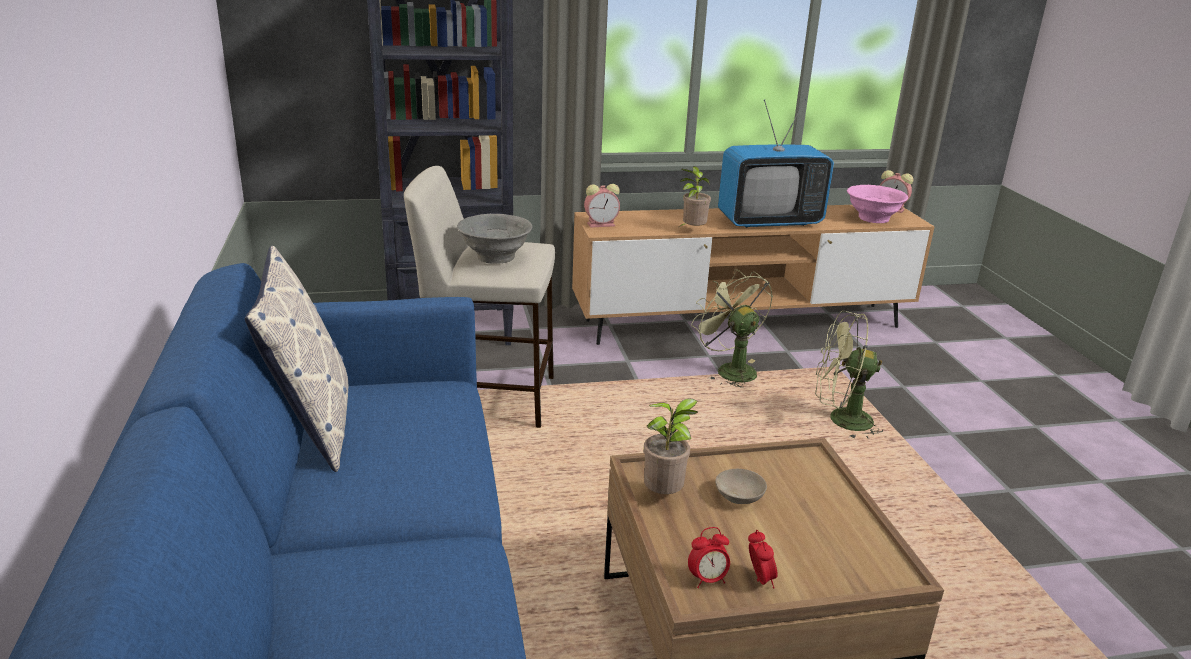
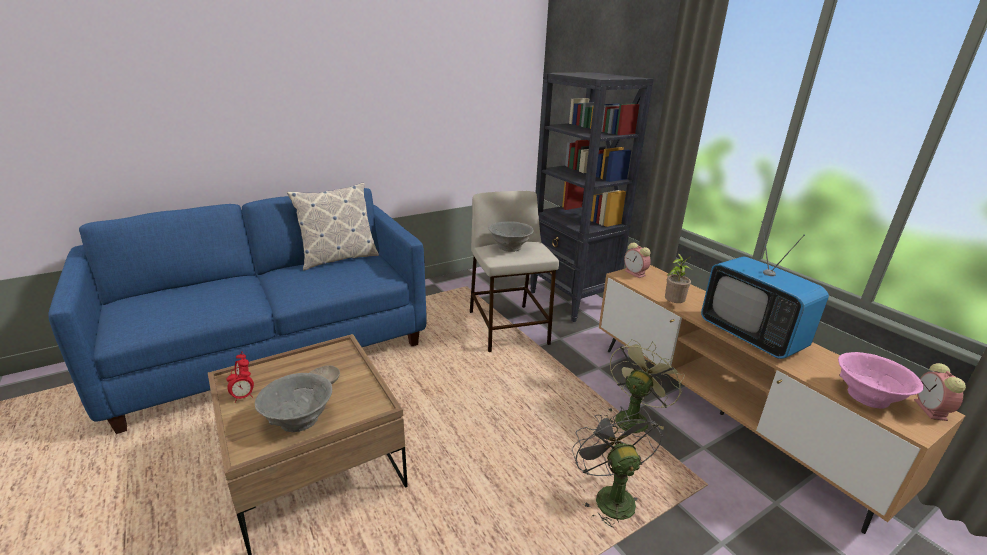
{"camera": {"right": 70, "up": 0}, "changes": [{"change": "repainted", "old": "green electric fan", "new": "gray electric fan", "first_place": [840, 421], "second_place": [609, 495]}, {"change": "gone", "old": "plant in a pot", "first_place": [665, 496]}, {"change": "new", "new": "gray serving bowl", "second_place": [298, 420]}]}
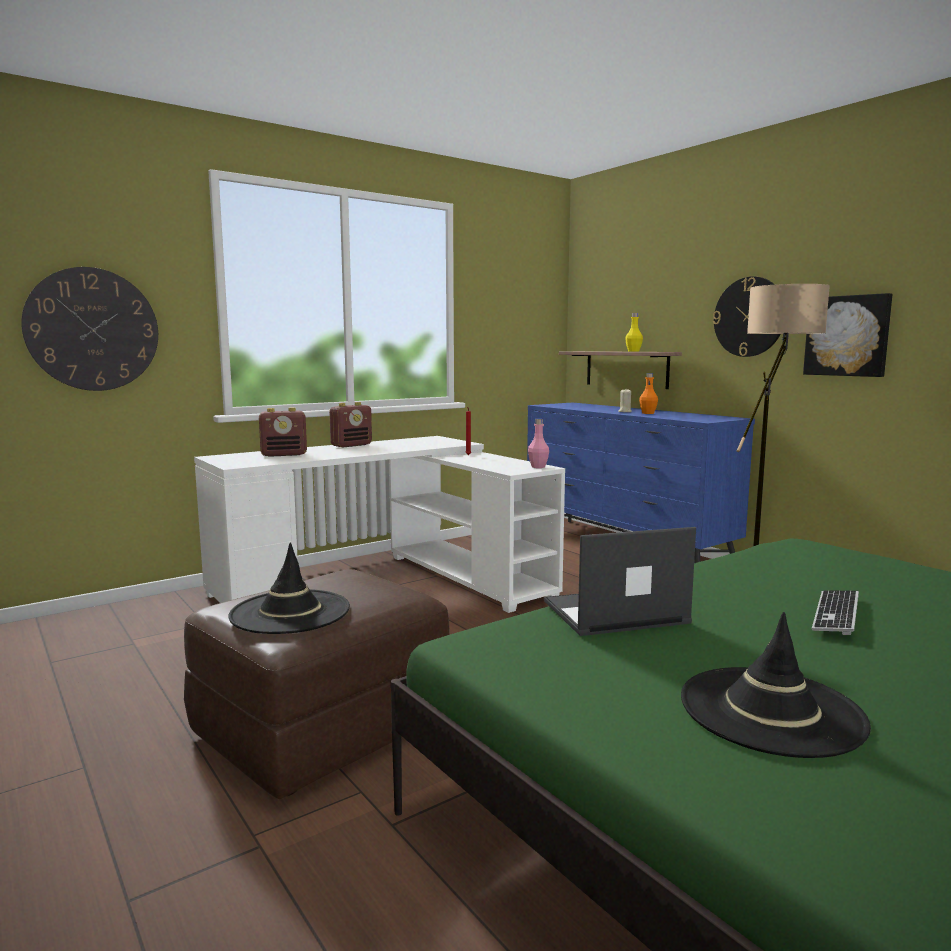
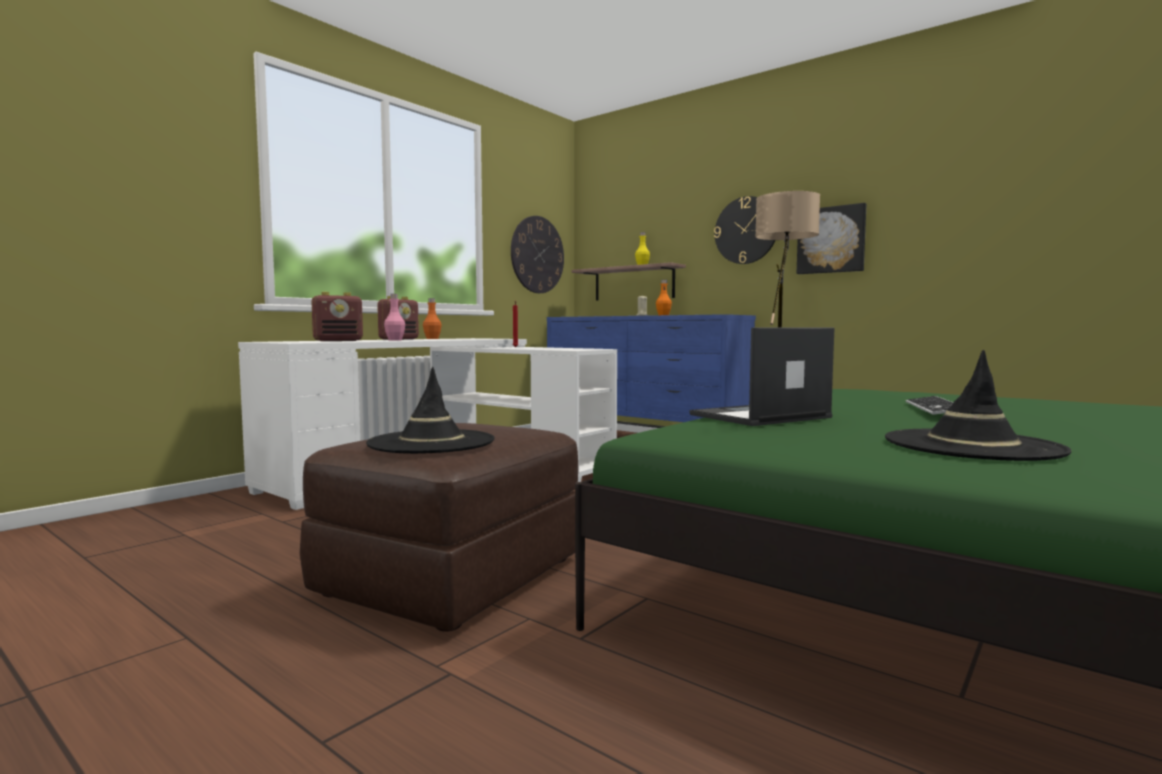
{"camera": {"right": -15, "up": -5}, "changes": [{"change": "shifted", "old": "hanging clock", "first_place": [92, 329], "second_place": [537, 255]}, {"change": "shifted", "old": "pink-coloured beverage bottle", "first_place": [538, 467], "second_place": [395, 340]}, {"change": "new", "new": "orangey beverage bottle", "second_place": [432, 338]}]}
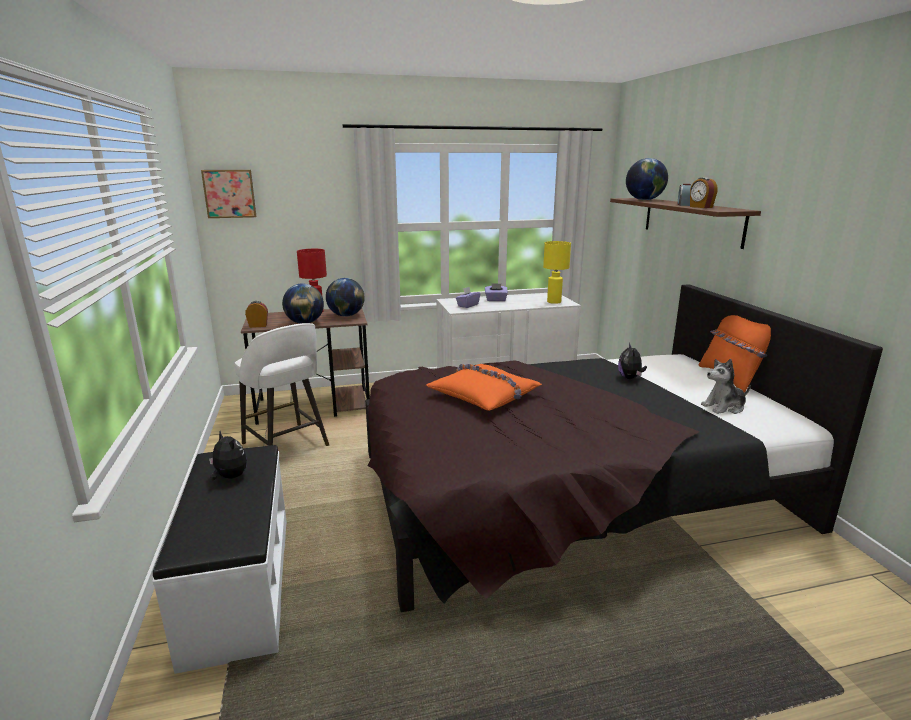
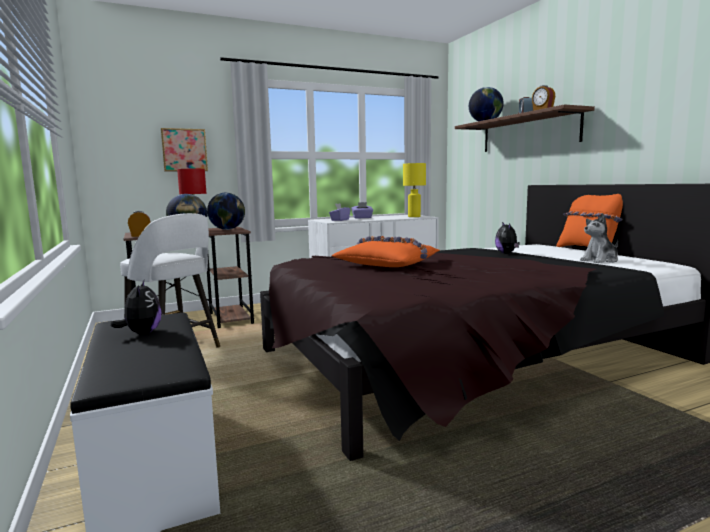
{"camera": {"right": -10, "up": -10}, "changes": [{"change": "shifted", "old": "wall art", "first_place": [229, 193], "second_place": [184, 150]}, {"change": "rotated", "old": "cuddly toy", "first_place": [229, 477], "second_place": [142, 333], "degrees": 45}]}
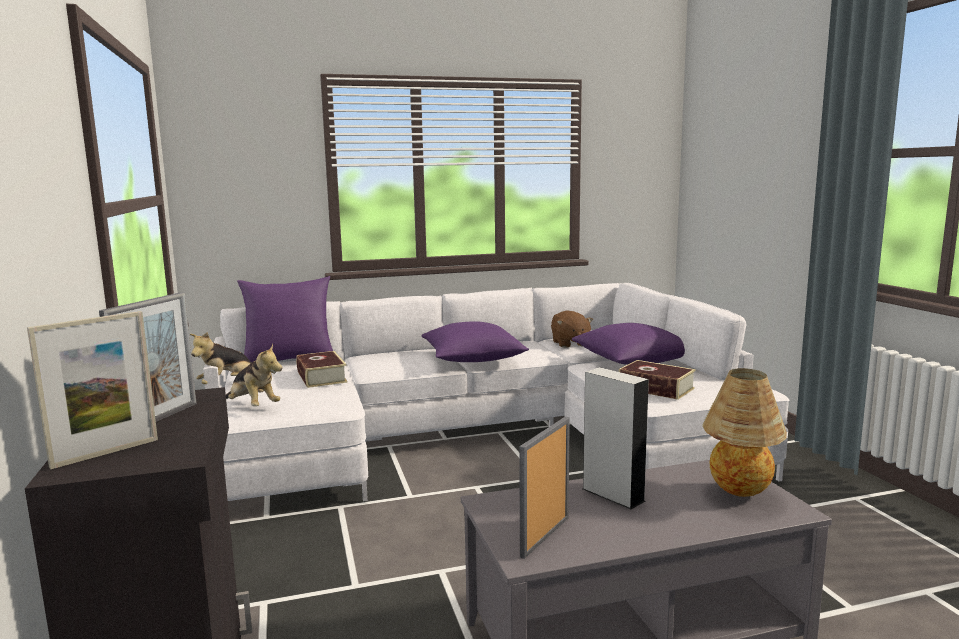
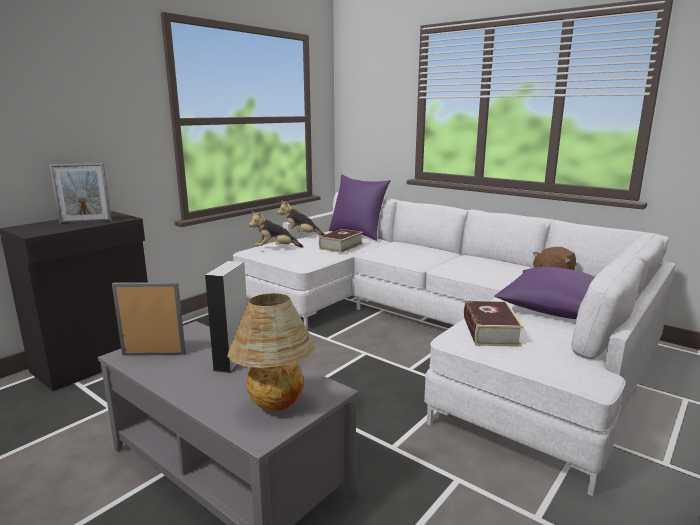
{"camera": {"right": 55, "up": 5}, "changes": [{"change": "gone", "old": "photo frame", "first_place": [106, 453]}, {"change": "gone", "old": "purple throw pillow", "first_place": [472, 358]}, {"change": "rotated", "old": "cuddly toy", "first_place": [253, 406], "second_place": [275, 249], "degrees": 75}]}
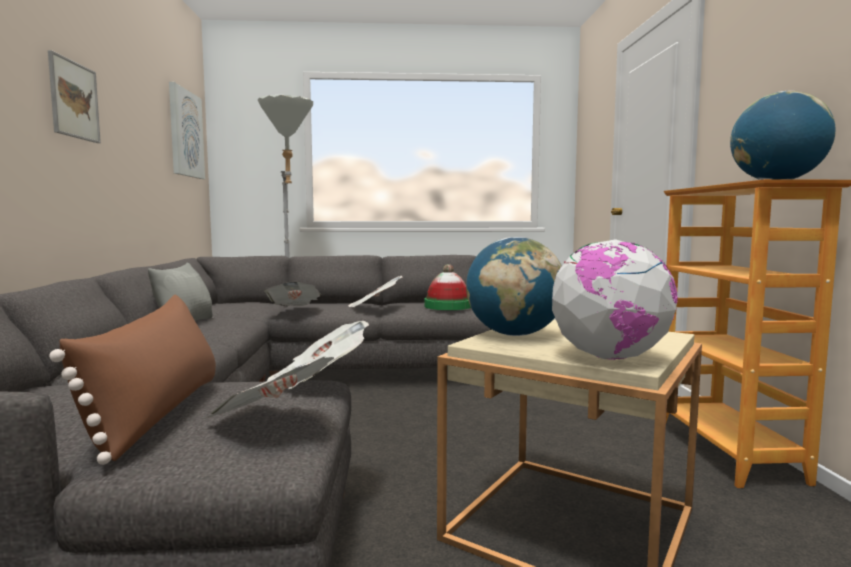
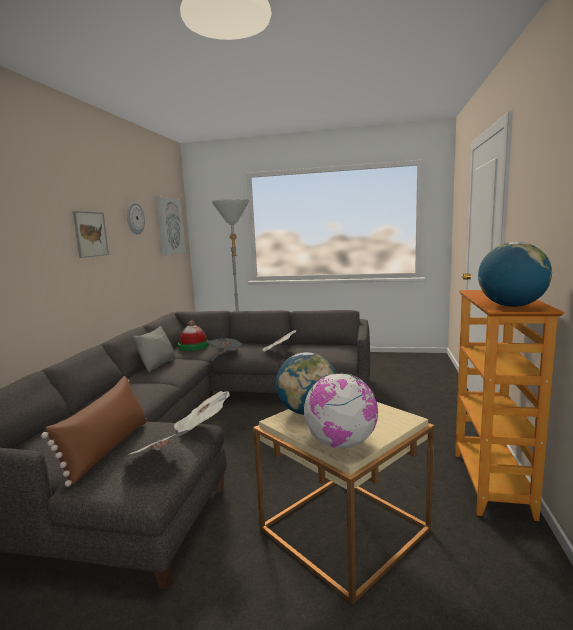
{"camera": {"right": 15, "up": 5}, "changes": [{"change": "shifted", "old": "clothing hat", "first_place": [448, 306], "second_place": [193, 346]}, {"change": "new", "new": "hanging clock", "second_place": [135, 218]}]}
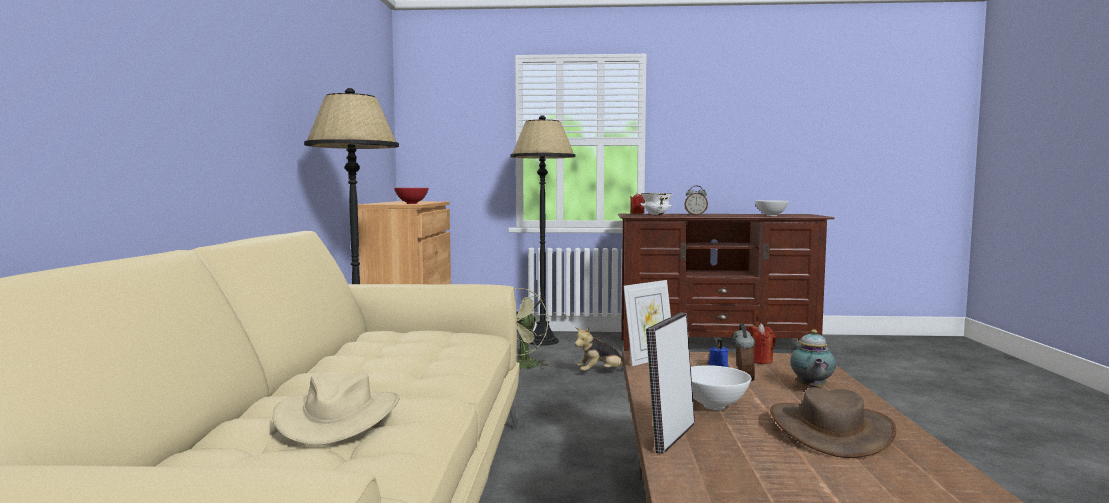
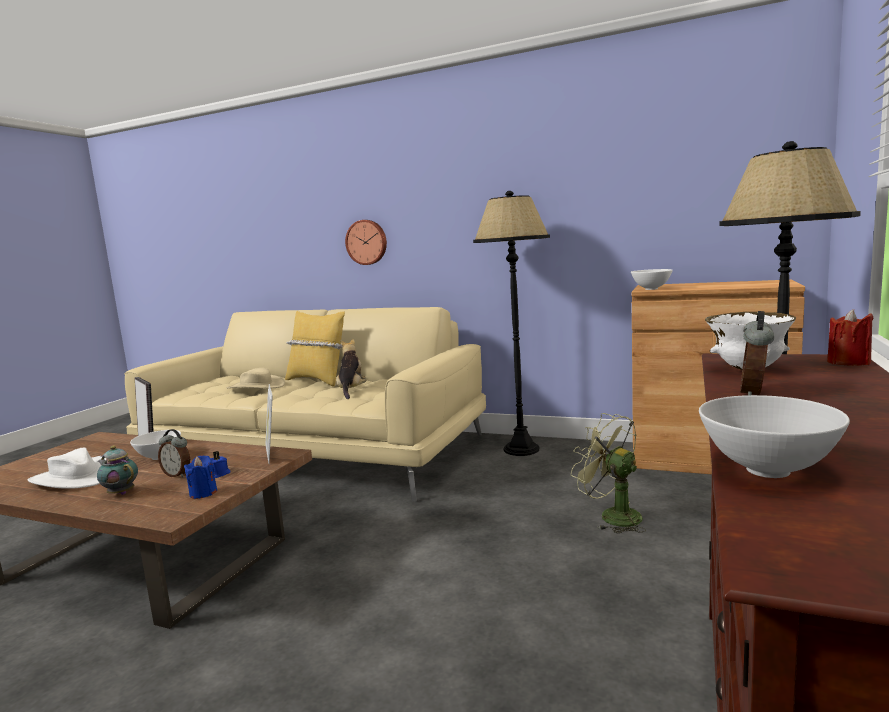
{"camera": {"right": 110, "up": 5}, "changes": [{"change": "repainted", "old": "reddish serving bowl", "new": "whitish serving bowl", "first_place": [411, 203], "second_place": [651, 289]}, {"change": "repainted", "old": "reddish candle", "new": "blue candle", "first_place": [759, 360], "second_place": [203, 493]}, {"change": "shifted", "old": "cuddly toy", "first_place": [601, 373], "second_place": [351, 390]}, {"change": "repainted", "old": "brownish clothing hat", "new": "whitish clothing hat", "first_place": [830, 430], "second_place": [74, 477]}, {"change": "new", "new": "hanging clock", "second_place": [367, 242]}, {"change": "new", "new": "yellowish throw pillow", "second_place": [318, 380]}]}
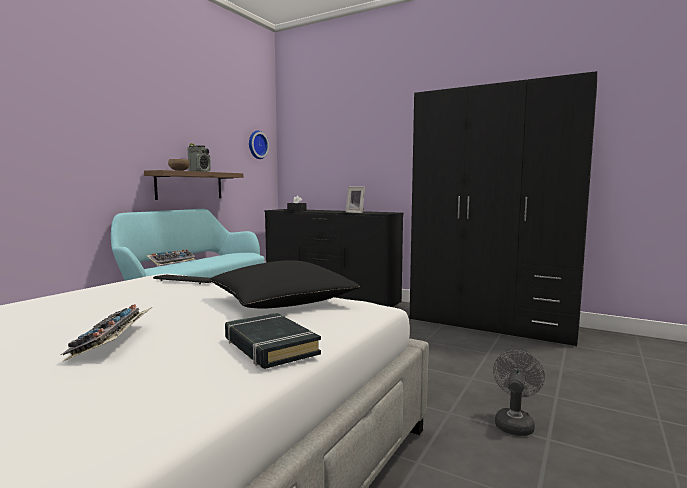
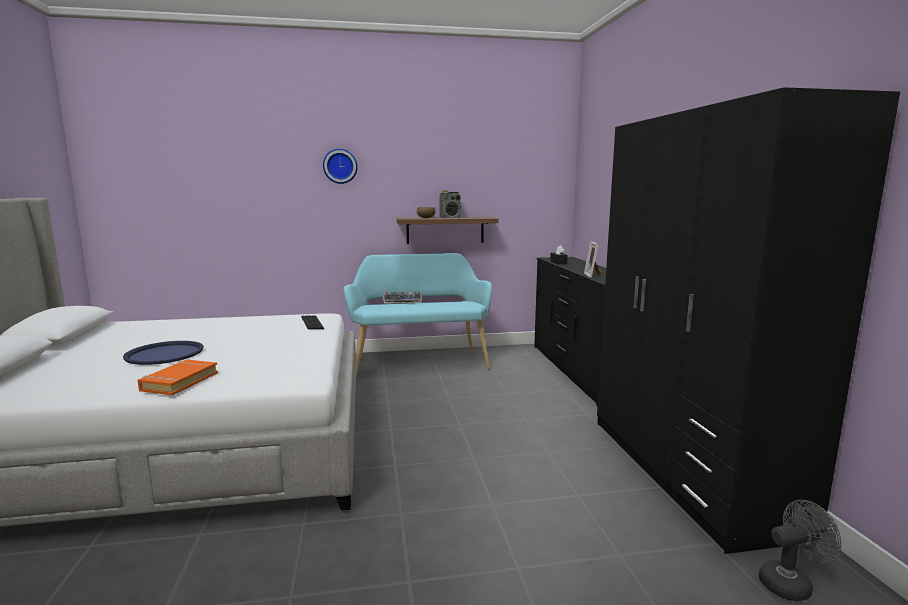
{"camera": {"right": 50, "up": 5}, "changes": [{"change": "shifted", "old": "hanging clock", "first_place": [256, 145], "second_place": [340, 166]}, {"change": "gone", "old": "black-coloured throw pillow", "first_place": [281, 302]}, {"change": "swapped", "old": "computer keyboard", "new": "blue carrying tray", "first_place": [113, 341], "second_place": [165, 354]}, {"change": "repainted", "old": "black-coloured book", "new": "orangey book", "first_place": [270, 346], "second_place": [179, 382]}, {"change": "shifted", "old": "gray electric fan", "first_place": [514, 422], "second_place": [791, 583]}]}
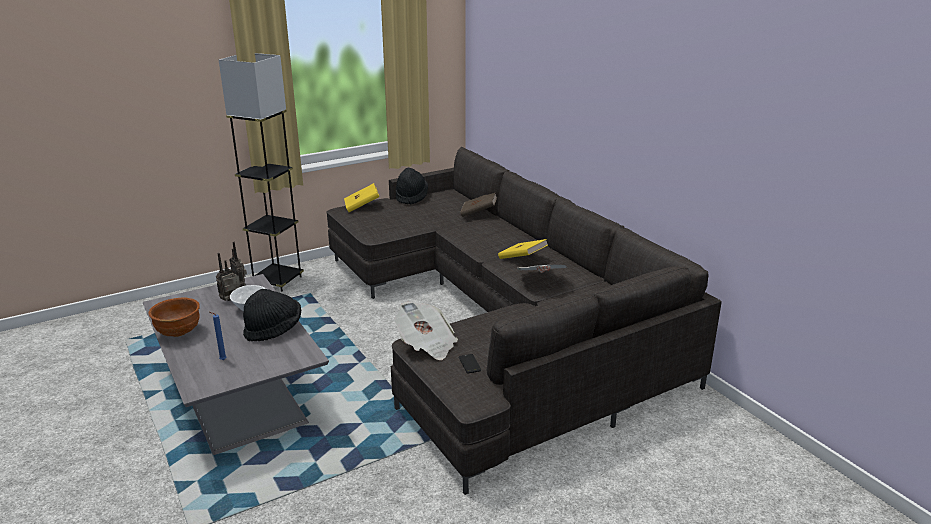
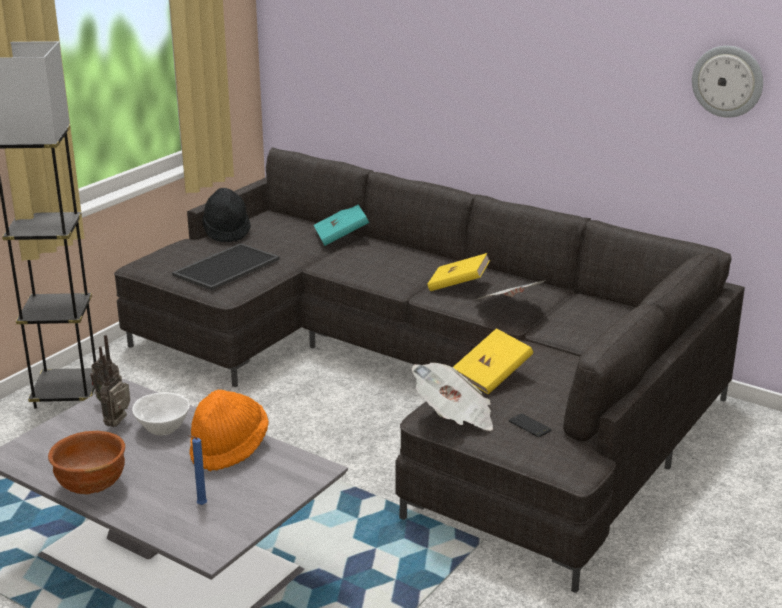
{"camera": {"right": -25, "up": 0}, "changes": [{"change": "shifted", "old": "yellowish book", "first_place": [362, 206], "second_place": [492, 376]}, {"change": "repainted", "old": "brownish book", "new": "blue-green book", "first_place": [479, 213], "second_place": [341, 236]}, {"change": "repainted", "old": "black-coloured clothing hat", "new": "orangey clothing hat", "first_place": [273, 330], "second_place": [229, 448]}, {"change": "new", "new": "hanging clock", "second_place": [727, 81]}, {"change": "new", "new": "carrying tray", "second_place": [226, 266]}]}
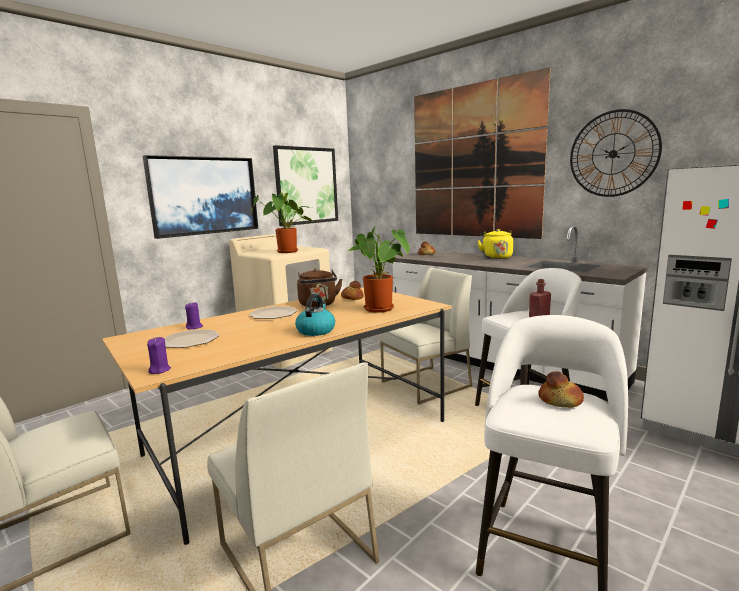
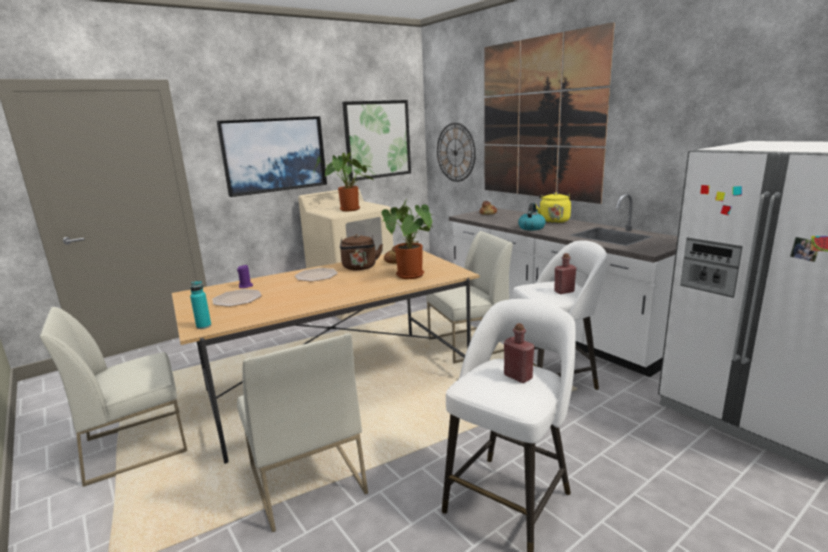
{"camera": {"right": 10, "up": 5}, "changes": [{"change": "shifted", "old": "hanging clock", "first_place": [613, 154], "second_place": [455, 152]}, {"change": "shifted", "old": "water kettle", "first_place": [316, 330], "second_place": [531, 228]}, {"change": "swapped", "old": "purple candle", "new": "blue-green beverage bottle", "first_place": [160, 370], "second_place": [204, 326]}, {"change": "swapped", "old": "bakery bread", "new": "reddish beverage bottle", "first_place": [560, 401], "second_place": [518, 377]}]}
